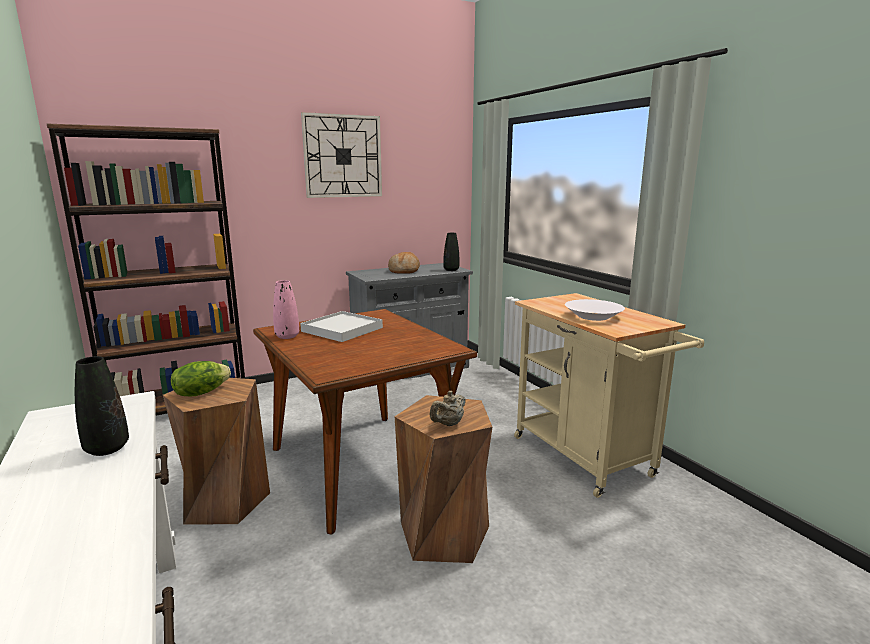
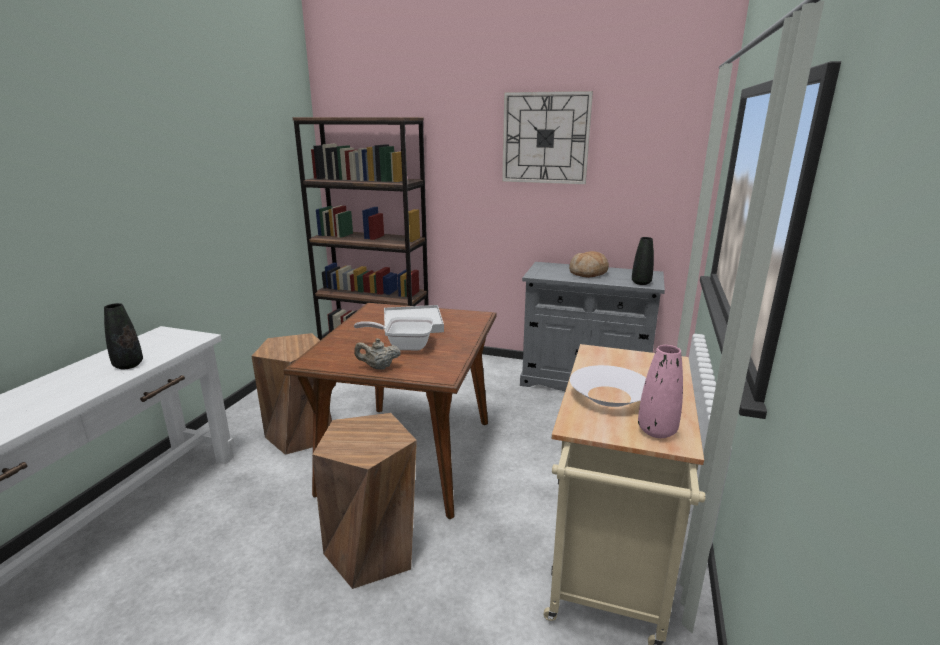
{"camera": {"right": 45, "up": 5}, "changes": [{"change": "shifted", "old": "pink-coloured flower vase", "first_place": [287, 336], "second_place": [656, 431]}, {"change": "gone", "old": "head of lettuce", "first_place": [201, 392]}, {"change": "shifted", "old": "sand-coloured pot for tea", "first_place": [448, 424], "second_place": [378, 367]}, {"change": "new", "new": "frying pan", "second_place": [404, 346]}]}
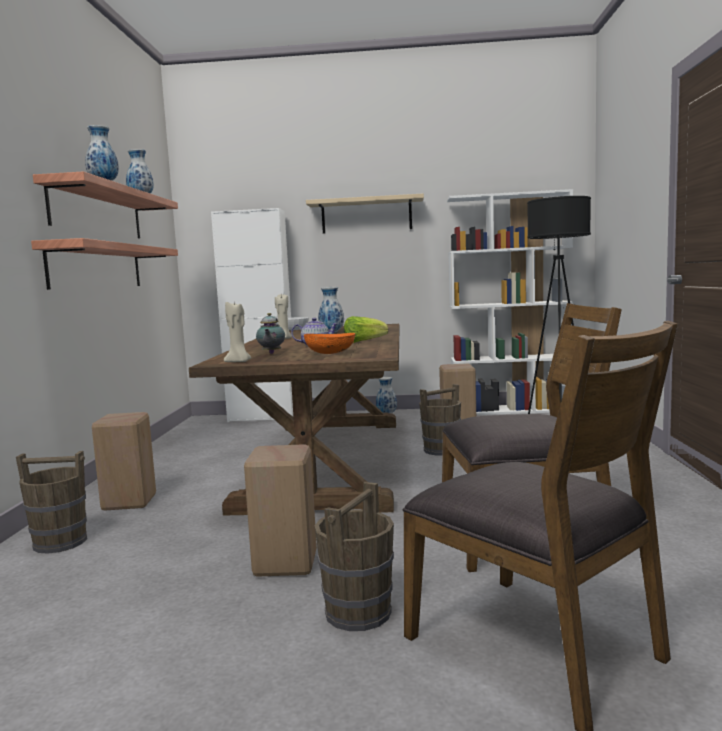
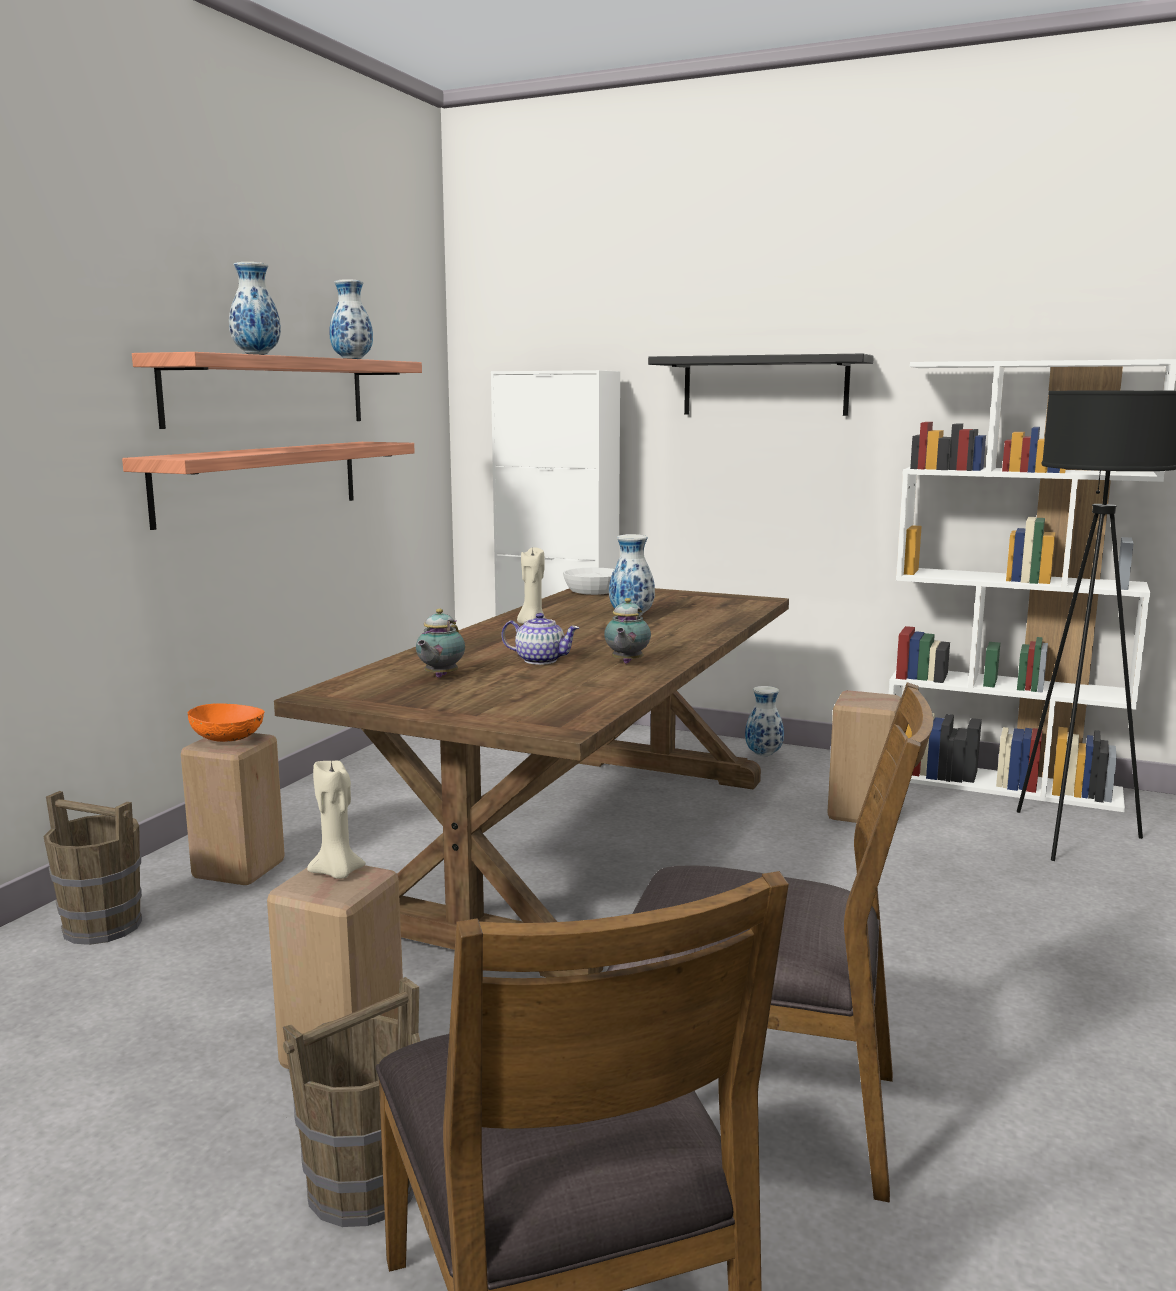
{"camera": {"right": 20, "up": 5}, "changes": [{"change": "repainted", "old": "sand-coloured shelf", "new": "black-coloured shelf", "first_place": [366, 215], "second_place": [765, 386]}, {"change": "shifted", "old": "sand-coloured candle", "first_place": [239, 362], "second_place": [337, 873]}, {"change": "swapped", "old": "head of lettuce", "new": "pot for tea", "first_place": [363, 342], "second_place": [626, 662]}, {"change": "shifted", "old": "orangey serving bowl", "first_place": [330, 353], "second_place": [229, 739]}, {"change": "gone", "old": "brownish water bucket", "first_place": [441, 450]}]}
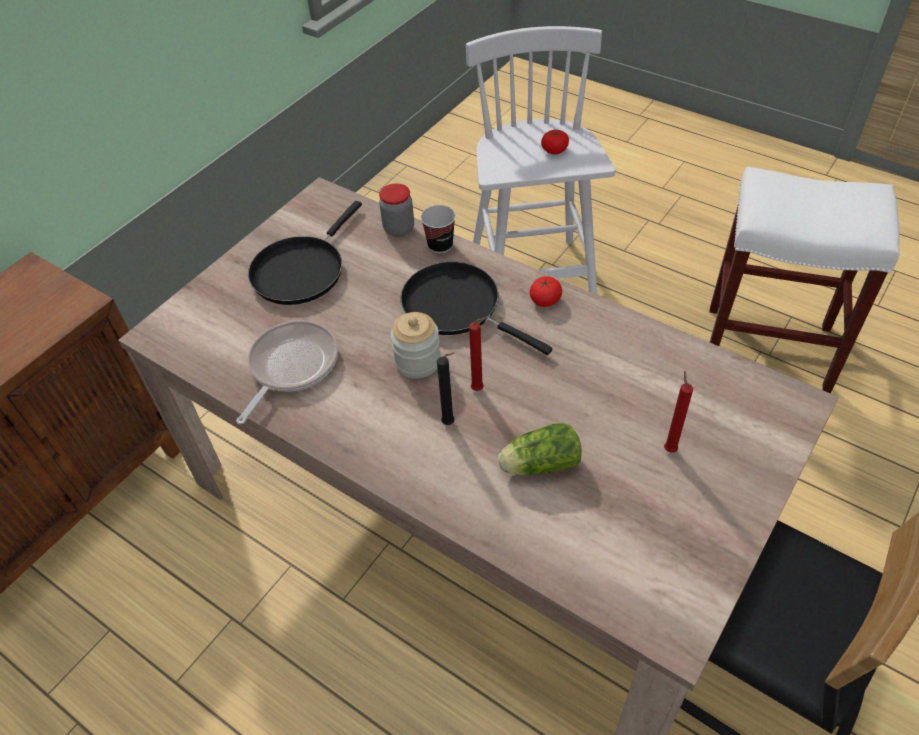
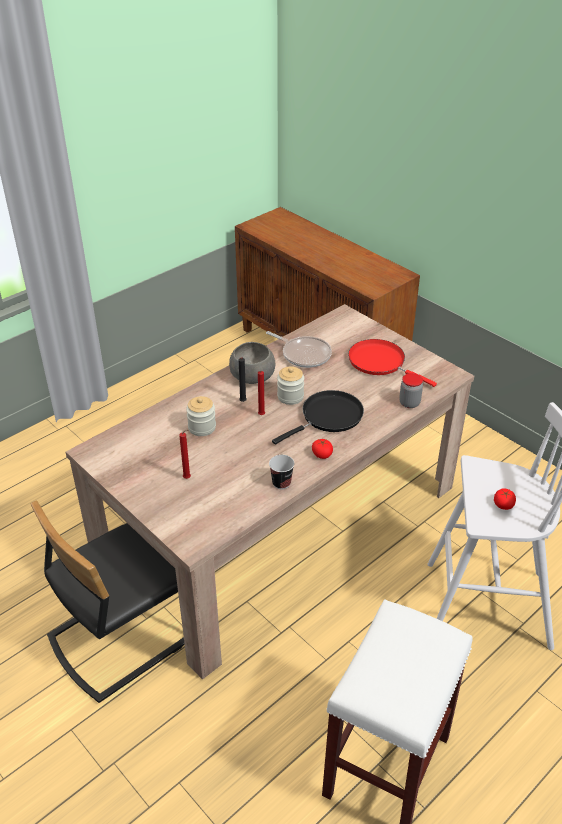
{"camera": {"right": 100, "up": -10}, "changes": [{"change": "repainted", "old": "black-coloured frying pan", "new": "reddish frying pan", "first_place": [302, 270], "second_place": [380, 362]}, {"change": "shifted", "old": "drinking cup", "first_place": [440, 245], "second_place": [281, 483]}, {"change": "swapped", "old": "head of lettuce", "new": "storage jar", "first_place": [538, 464], "second_place": [202, 427]}, {"change": "new", "new": "gray serving bowl", "second_place": [252, 376]}]}
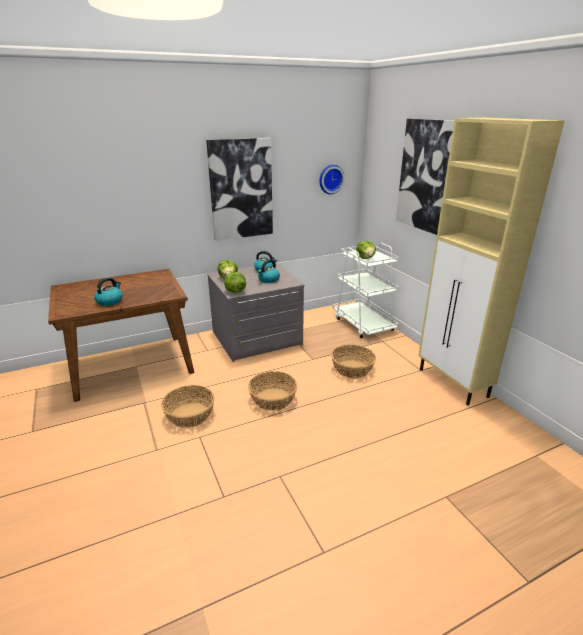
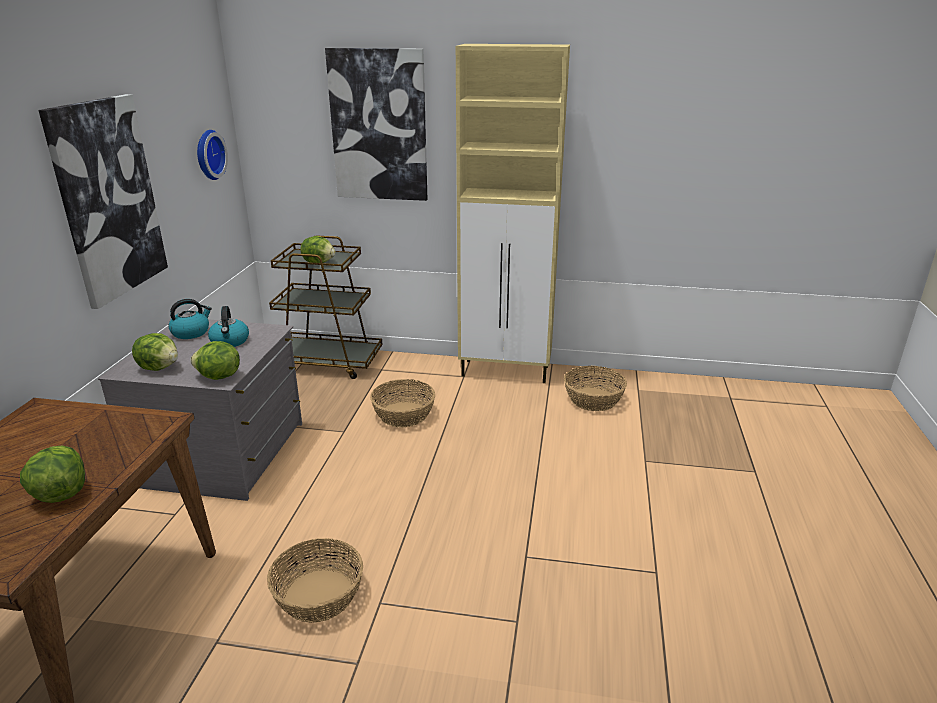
{"camera": {"right": -55, "up": 0}, "changes": [{"change": "repainted", "old": "whitish trolley", "new": "brownish trolley", "first_place": [363, 324], "second_place": [328, 362]}, {"change": "swapped", "old": "water kettle", "new": "head of lettuce", "first_place": [110, 301], "second_place": [60, 494]}, {"change": "shifted", "old": "storage basket", "first_place": [273, 399], "second_place": [593, 399]}]}
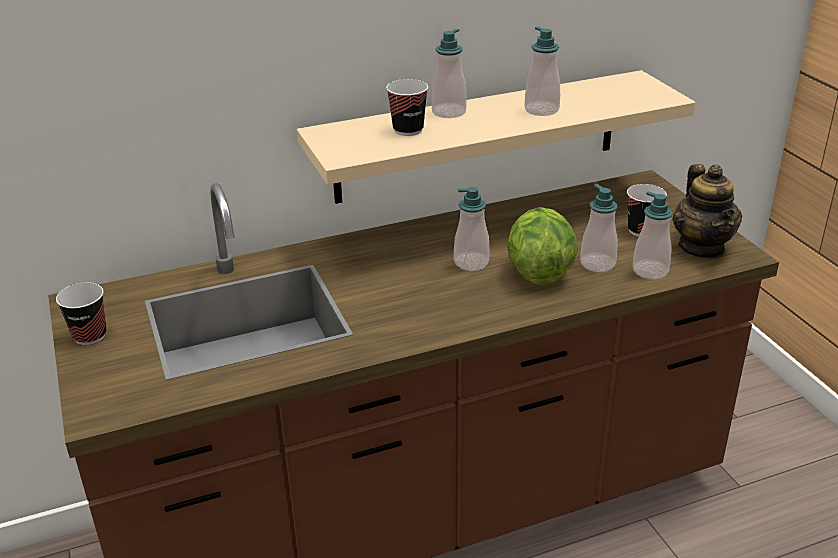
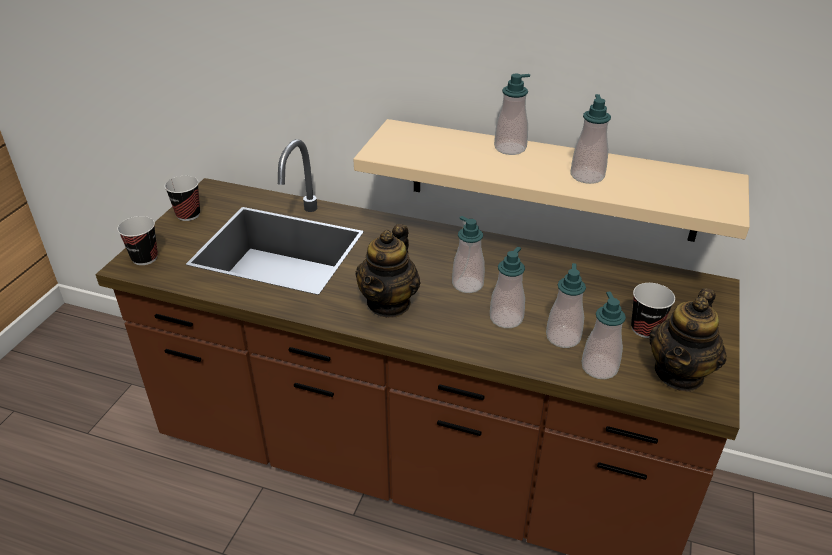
{"camera": {"right": 40, "up": 5}, "changes": [{"change": "shifted", "old": "drinking cup", "first_place": [408, 130], "second_place": [145, 258]}, {"change": "swapped", "old": "head of lettuce", "new": "liquid soap bottle", "first_place": [538, 272], "second_place": [506, 318]}, {"change": "new", "new": "pot for tea", "second_place": [389, 303]}]}
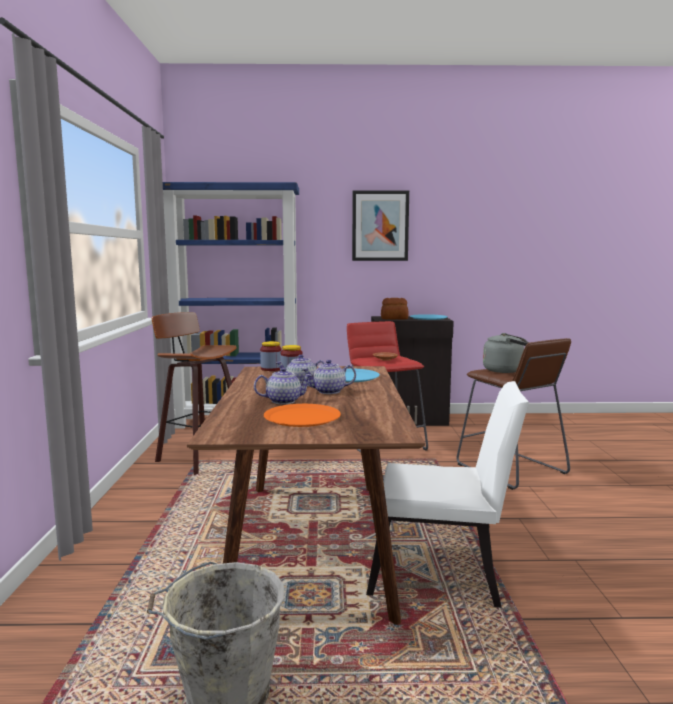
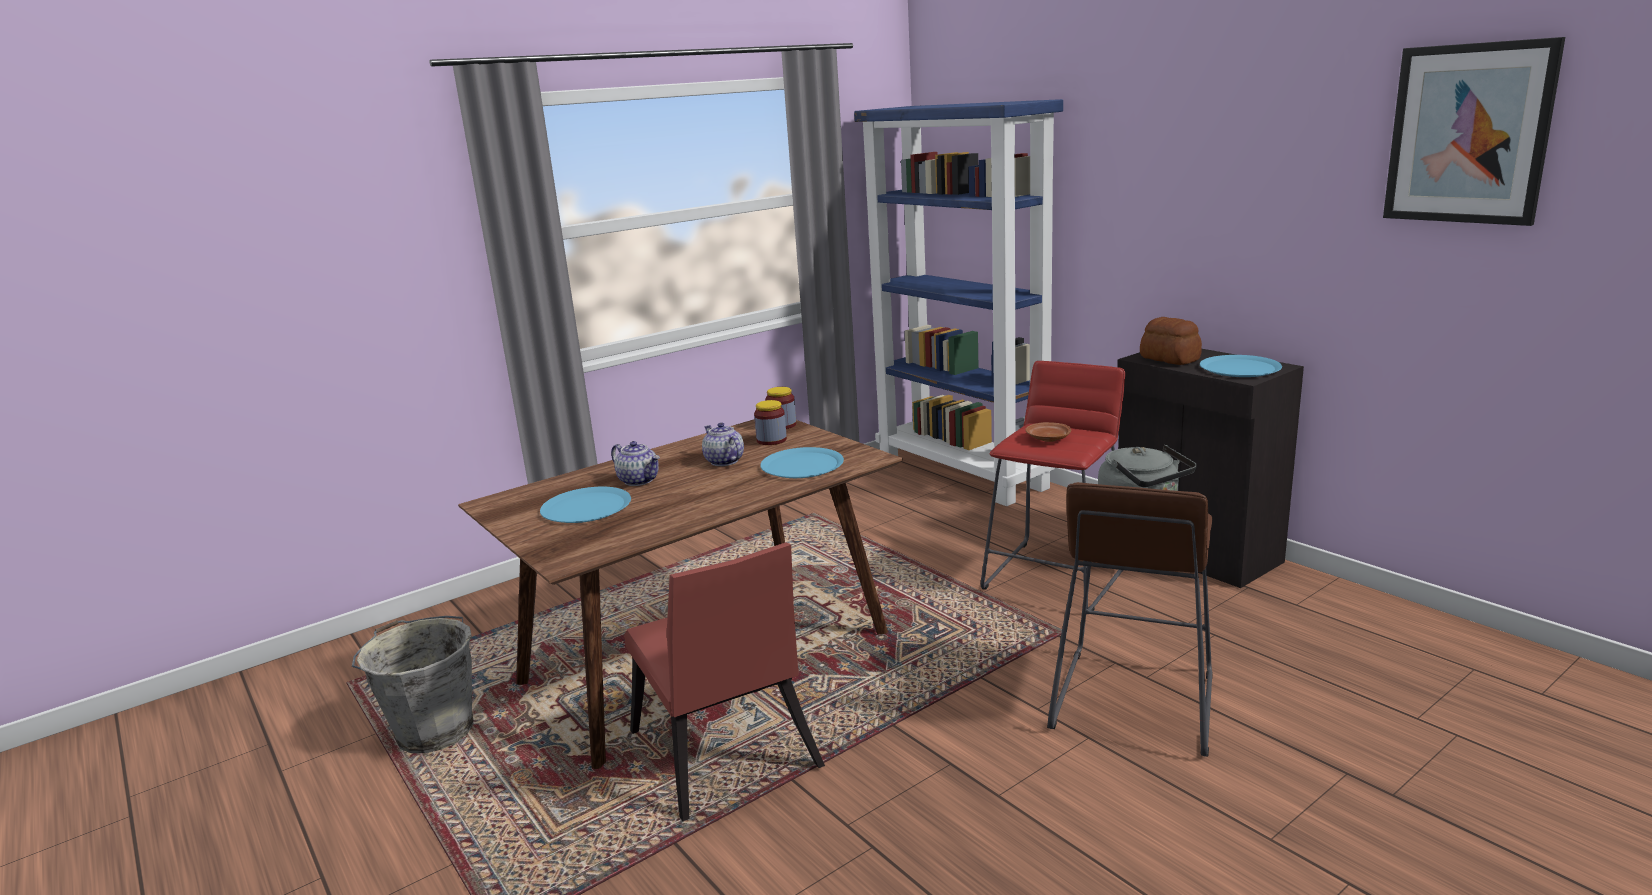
{"camera": {"right": 55, "up": 10}, "changes": [{"change": "shifted", "old": "wall art", "first_place": [380, 226], "second_place": [1468, 134]}, {"change": "gone", "old": "stool", "first_place": [199, 457]}, {"change": "gone", "old": "pot for tea", "first_place": [328, 391]}, {"change": "repainted", "old": "whitish chair", "new": "reddish chair", "first_place": [443, 573], "second_place": [726, 758]}, {"change": "repainted", "old": "orangey dinner plate", "new": "blue dinner plate", "first_place": [302, 417], "second_place": [586, 507]}]}
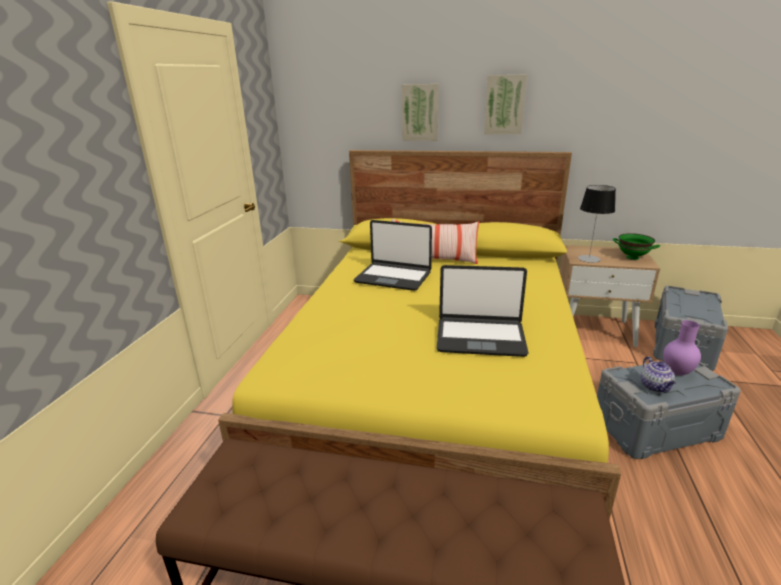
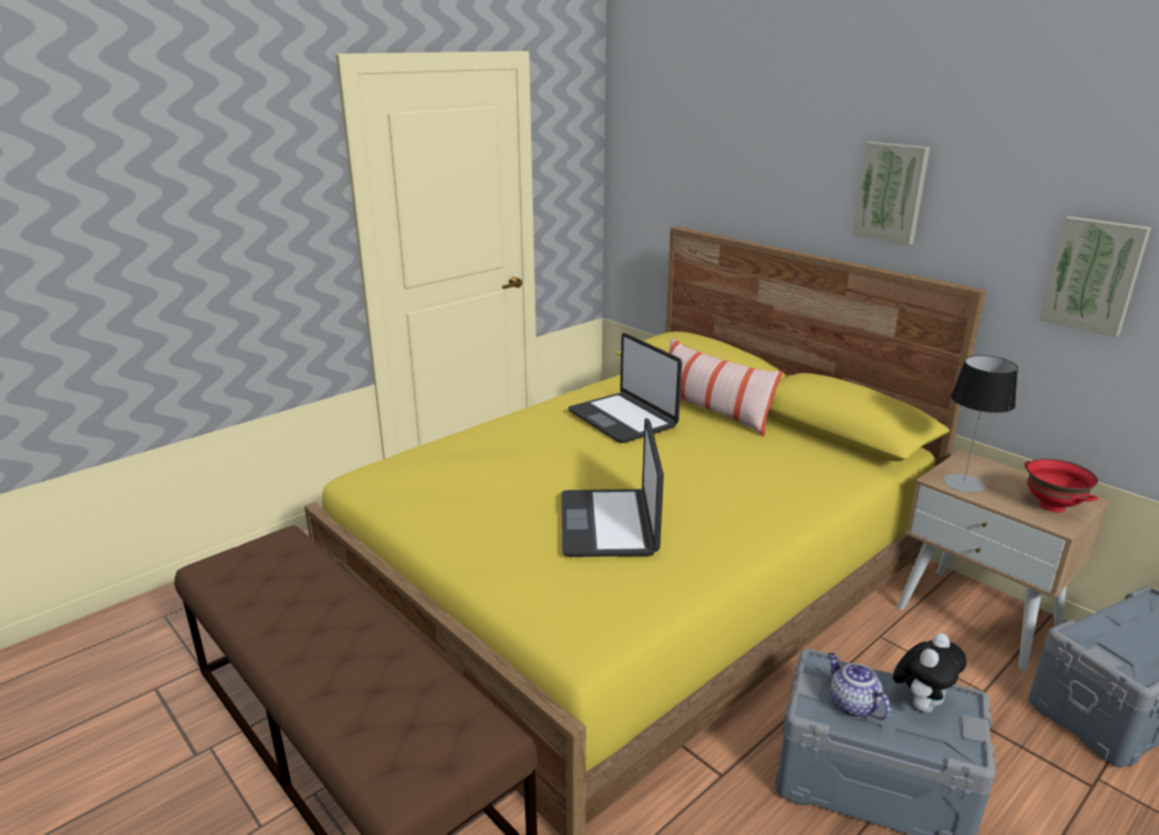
{"camera": {"right": 35, "up": 0}, "changes": [{"change": "shifted", "old": "wall art", "first_place": [420, 112], "second_place": [1094, 275]}, {"change": "repainted", "old": "green serving bowl", "new": "reddish serving bowl", "first_place": [632, 257], "second_place": [1051, 506]}, {"change": "rotated", "old": "laptop", "first_place": [480, 337], "second_place": [609, 524], "degrees": 45}, {"change": "swapped", "old": "purple flower vase", "new": "cuddly toy", "first_place": [676, 372], "second_place": [921, 704]}, {"change": "rotated", "old": "pot for tea", "first_place": [655, 387], "second_place": [852, 704], "degrees": 120}]}
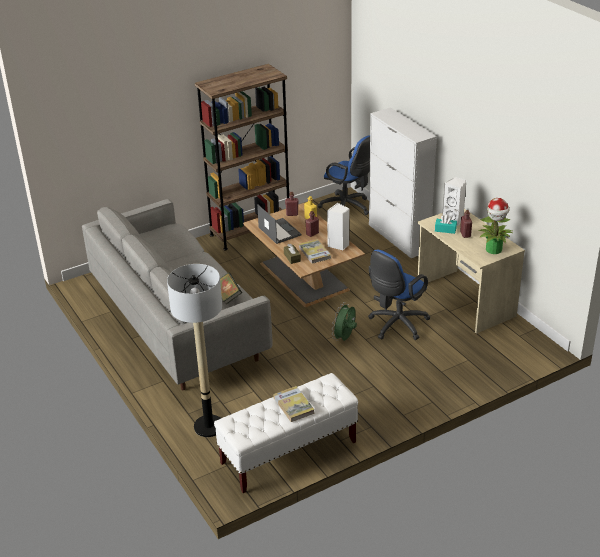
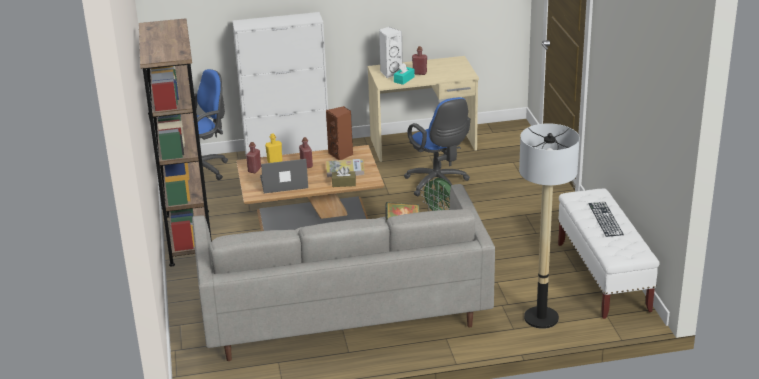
{"camera": {"right": -70, "up": -5}, "changes": [{"change": "gone", "old": "plant in a pot", "first_place": [494, 250]}, {"change": "repainted", "old": "whitish audio speaker", "new": "brownish audio speaker", "first_place": [339, 245], "second_place": [341, 155]}, {"change": "swapped", "old": "book", "new": "computer keyboard", "first_place": [293, 405], "second_place": [605, 219]}]}
